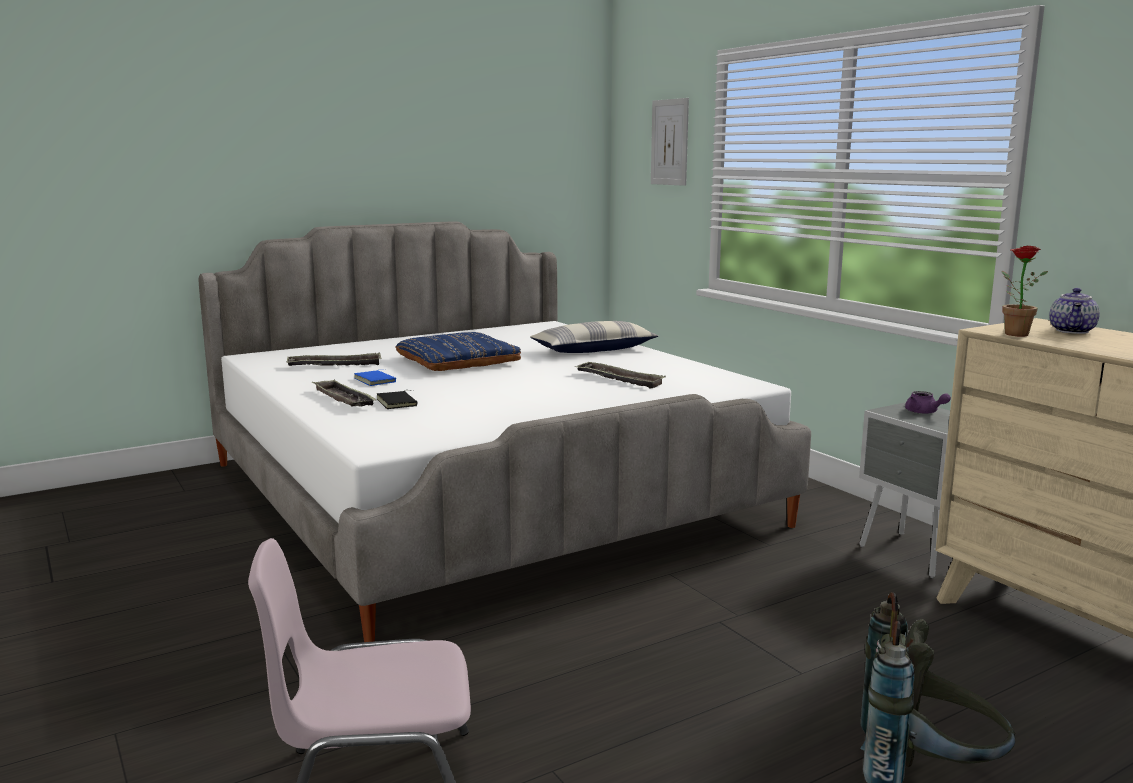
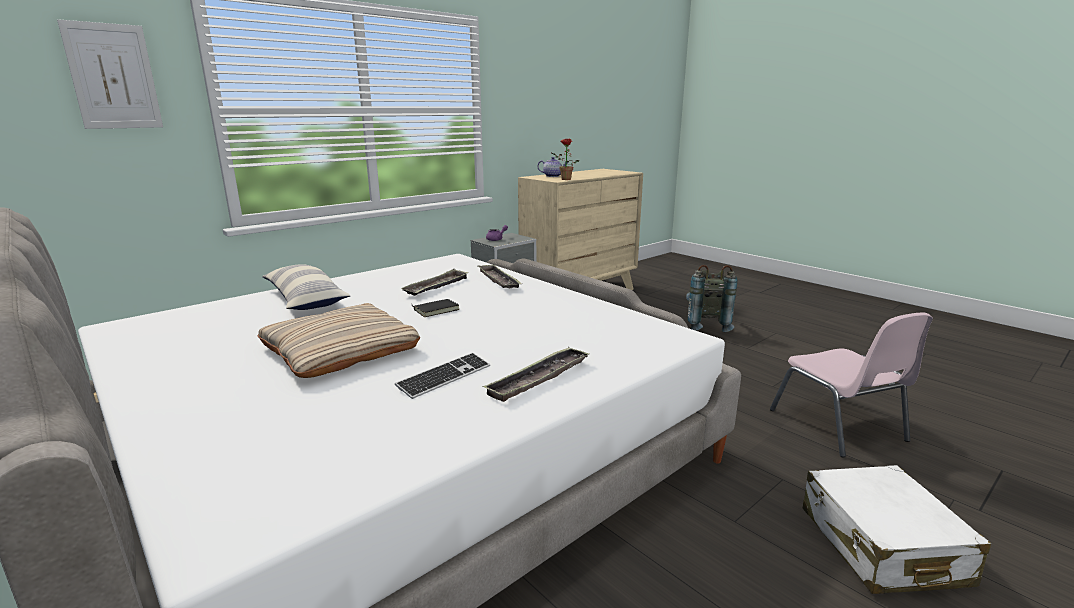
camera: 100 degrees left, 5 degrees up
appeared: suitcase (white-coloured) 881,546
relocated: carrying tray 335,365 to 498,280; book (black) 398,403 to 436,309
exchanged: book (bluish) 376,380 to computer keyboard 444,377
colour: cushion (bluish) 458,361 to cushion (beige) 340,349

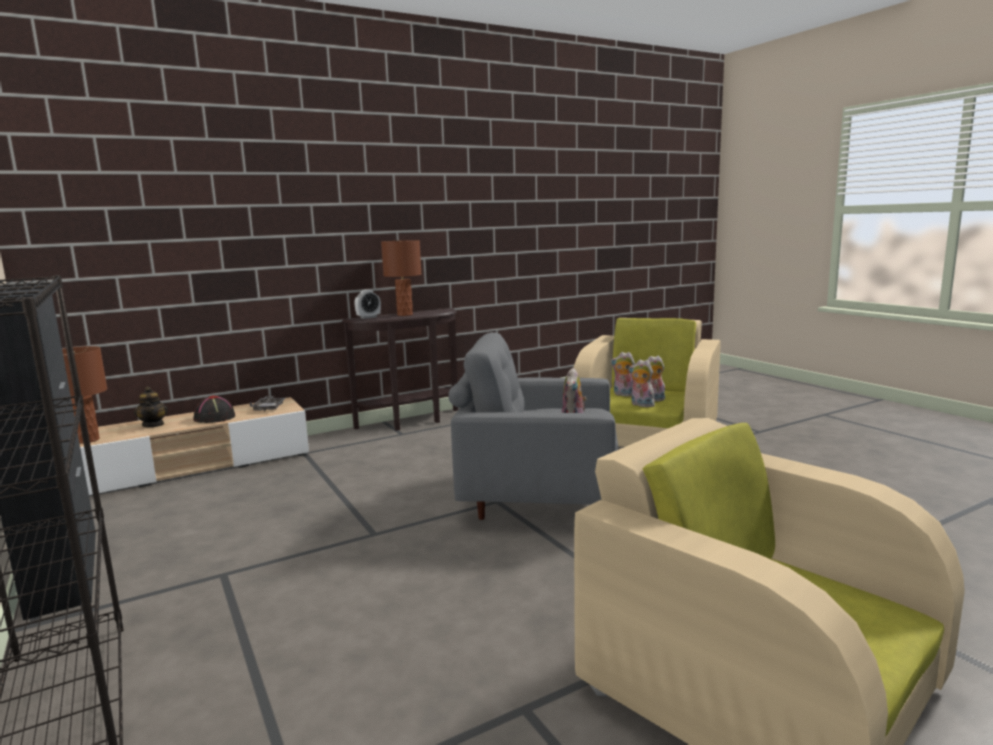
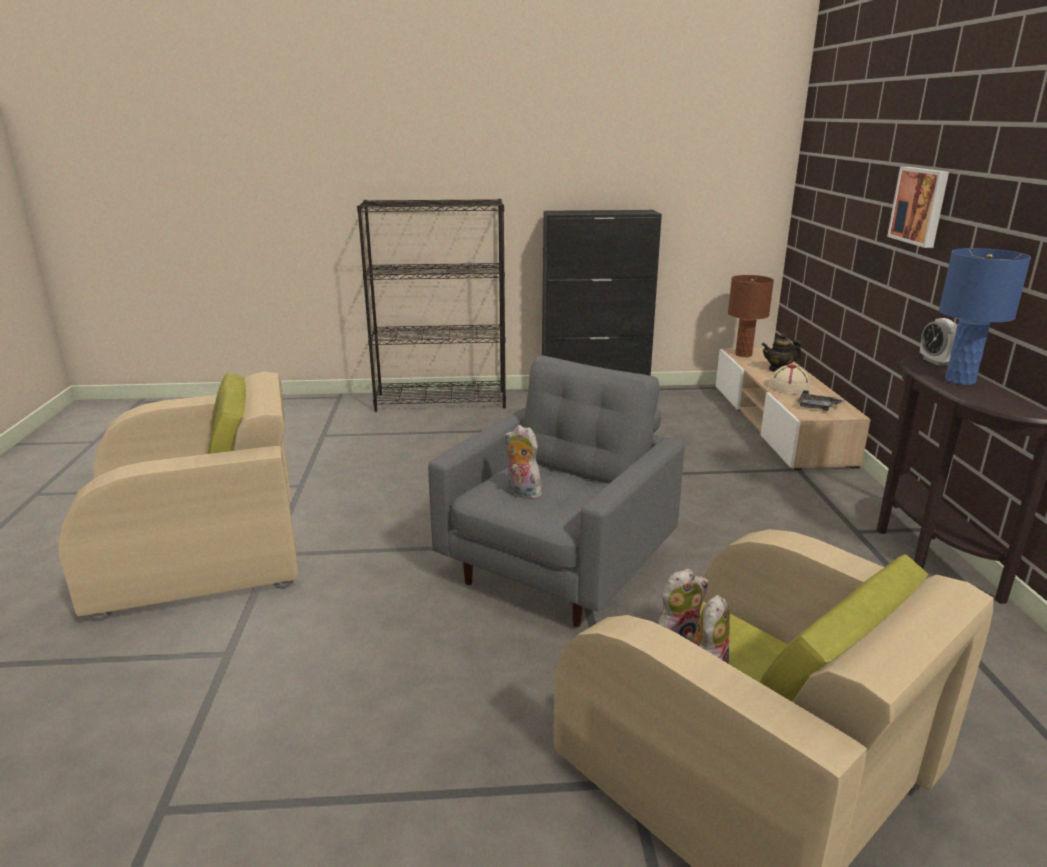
camera: 115 degrees right, 10 degrees up
missing: plush toy 623,395
appeared: picture 920,206
colour: clothing hat (black) 214,418 to clothing hat (beige) 789,387; table lamp (brown) 405,314 to table lamp (bluish) 960,381

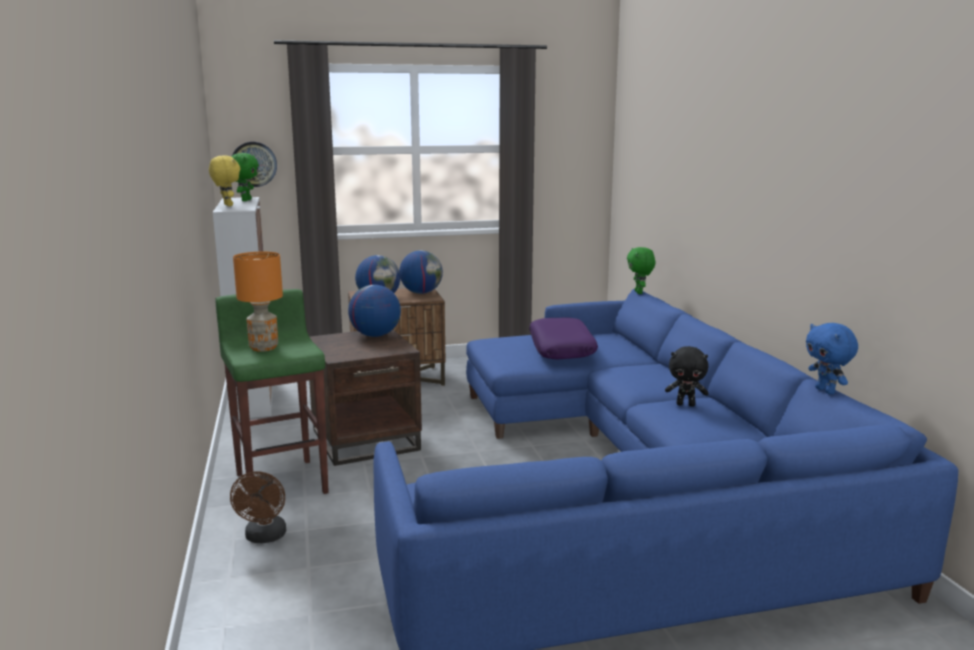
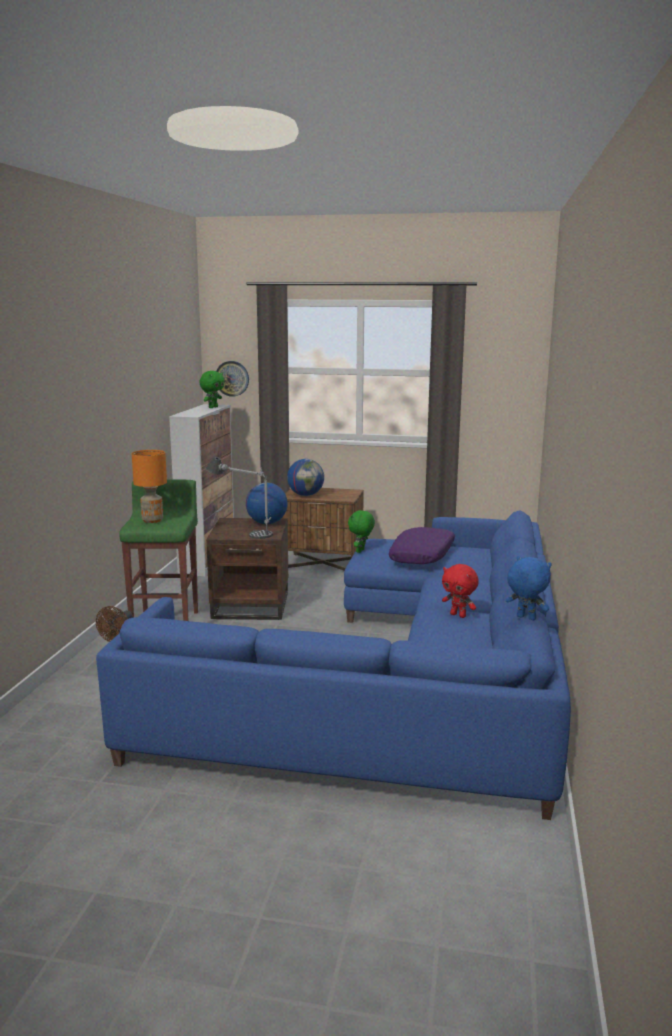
camera: 25 degrees right, 0 degrees up
missing: plush toy (yellow) 227,205; world globe 421,293
appeared: table lamp 242,531
relocated: plush toy (green-coloured) 639,292 to 361,551
colour: plush toy (black) 686,404 to plush toy (reddish) 458,615
spun: plush toy (bluish) 826,391 = 525,618 120 degrees clockwise

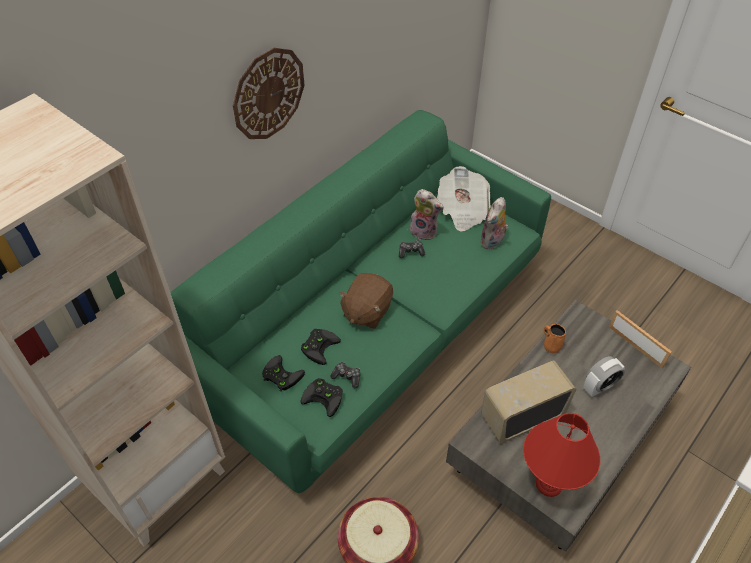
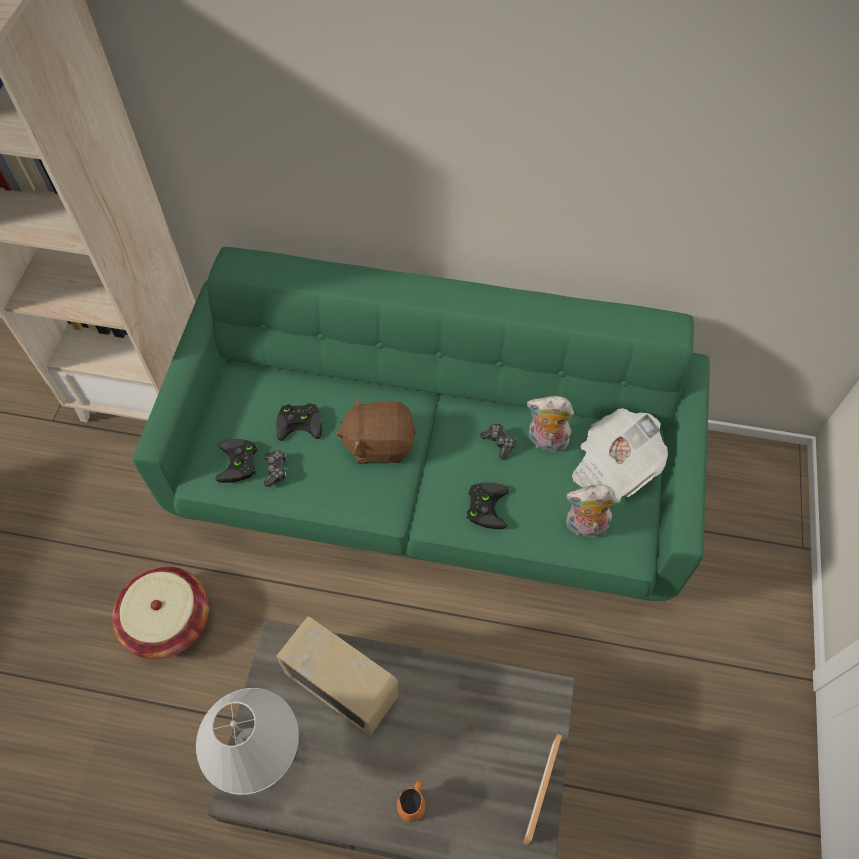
camera: 60 degrees right, 10 degrees up
missing: clock on the wall 268,94; alarm clock 599,387
relocated: joypad (black) 280,375 to 485,505; coffee mug (orange) 551,346 to 412,805
colour: table lamp (reddish) 548,483 to table lamp (white-coloured) 263,756
spun: plush toy 425,231 = 546,442 105 degrees clockwise

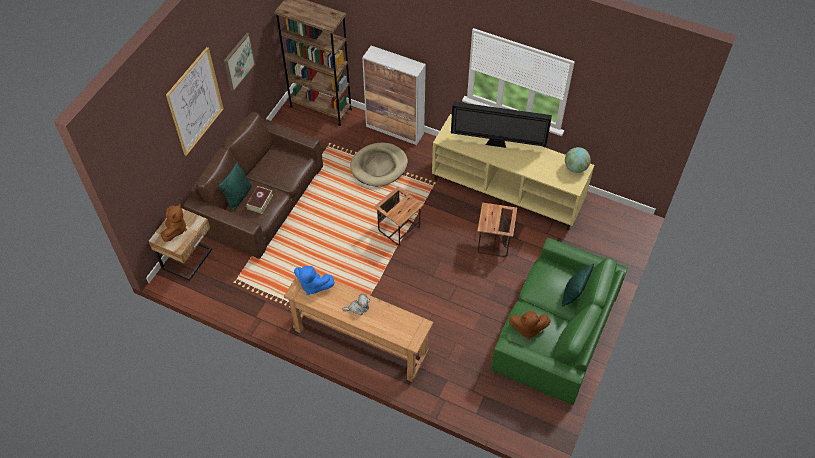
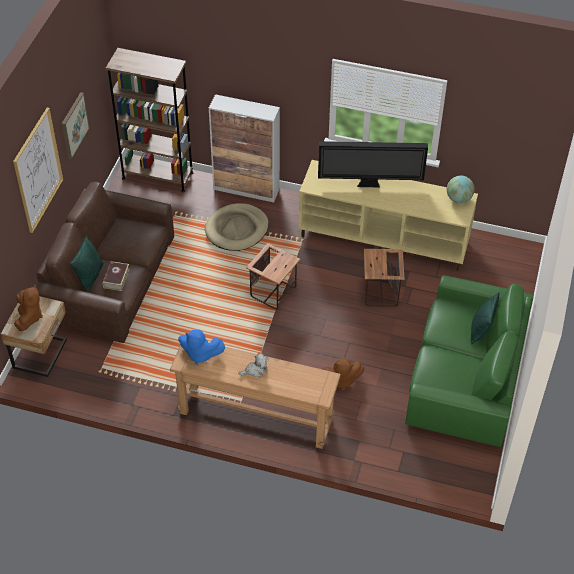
camera: 10 degrees left, 5 degrees down
relocated: plush toy (brown) 527,328 to 341,380

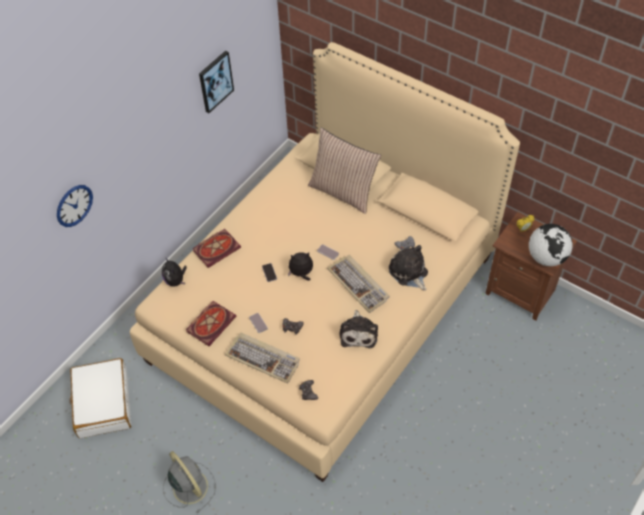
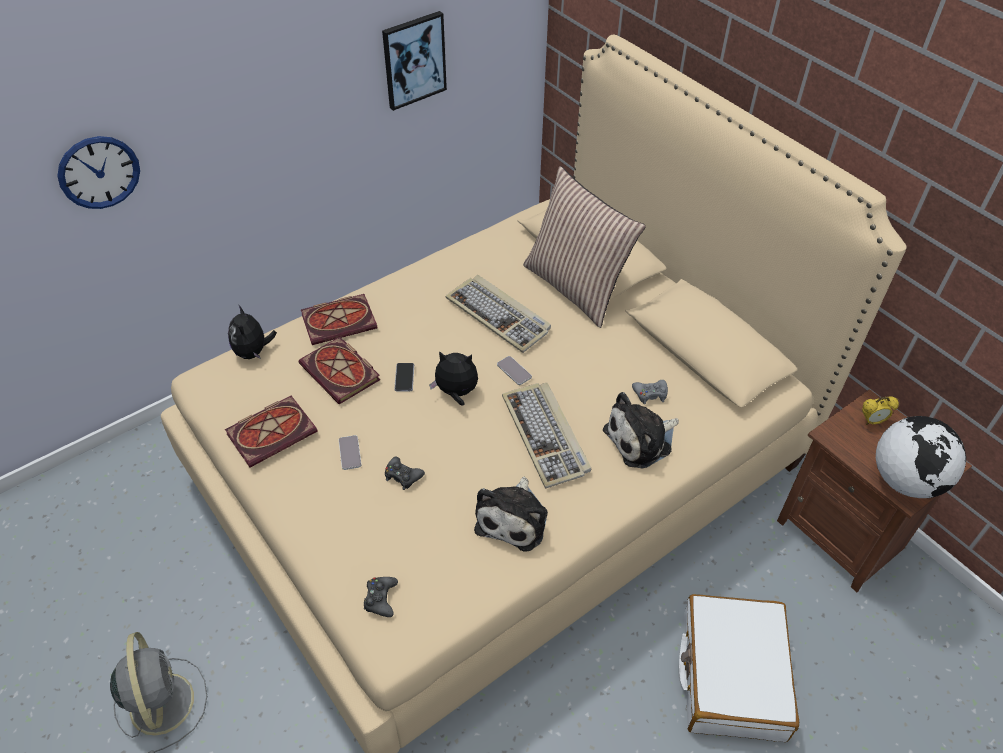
camera: 15 degrees right, 5 degrees down
appeared: book 342,373
relocated: suitcase (white-coloured) 102,403 to 731,675; computer keyboard 264,358 to 499,315
spun: plush toy 409,273 = 641,440 105 degrees counterclockwise

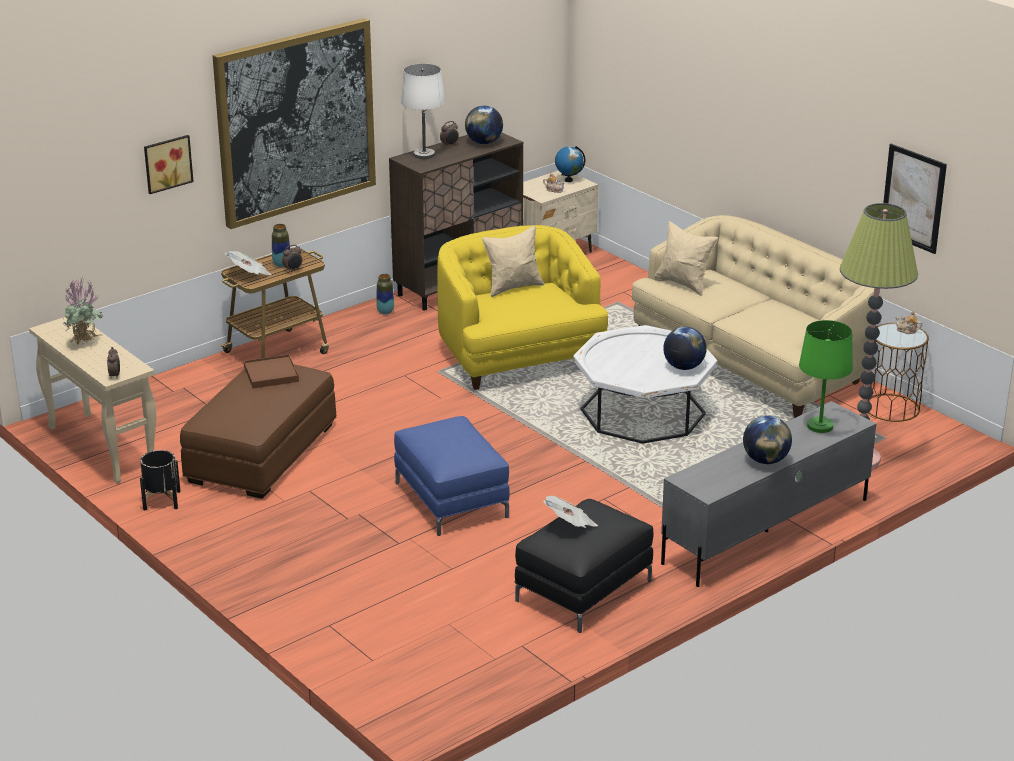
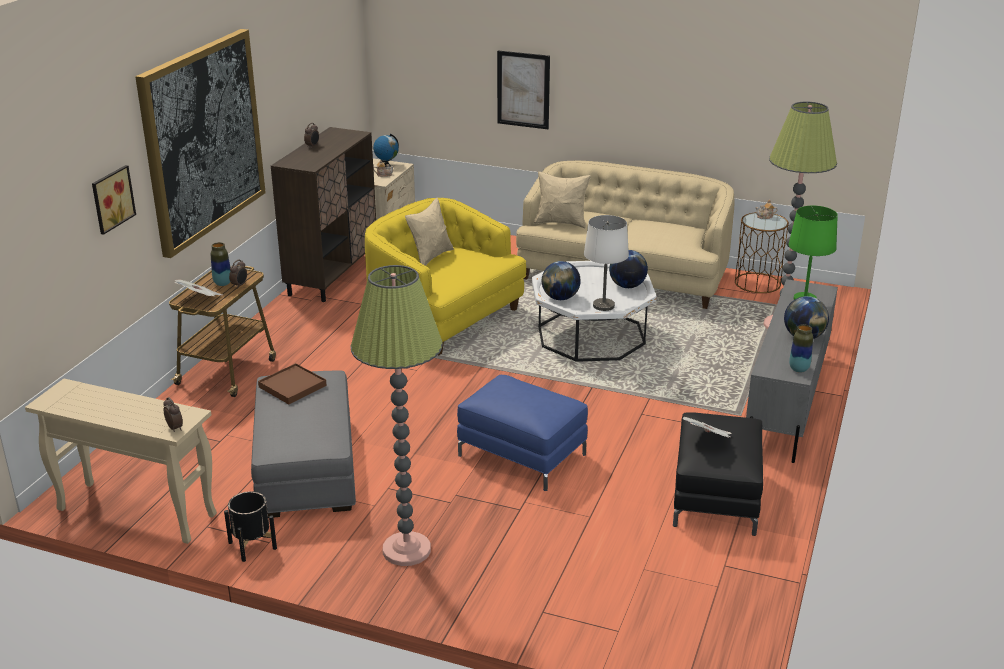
camera: 30 degrees left, 0 degrees up
missing: potted plant 86,343
appeared: floor lamp 406,550
relocated: decorative vase 385,312 to 799,369; table lamp (white-coloured) 424,155 to 604,306; world globe 484,142 to 560,298; picture 913,198 to 523,90
colour: footrest (brown) 262,452 to footrest (gray) 306,466

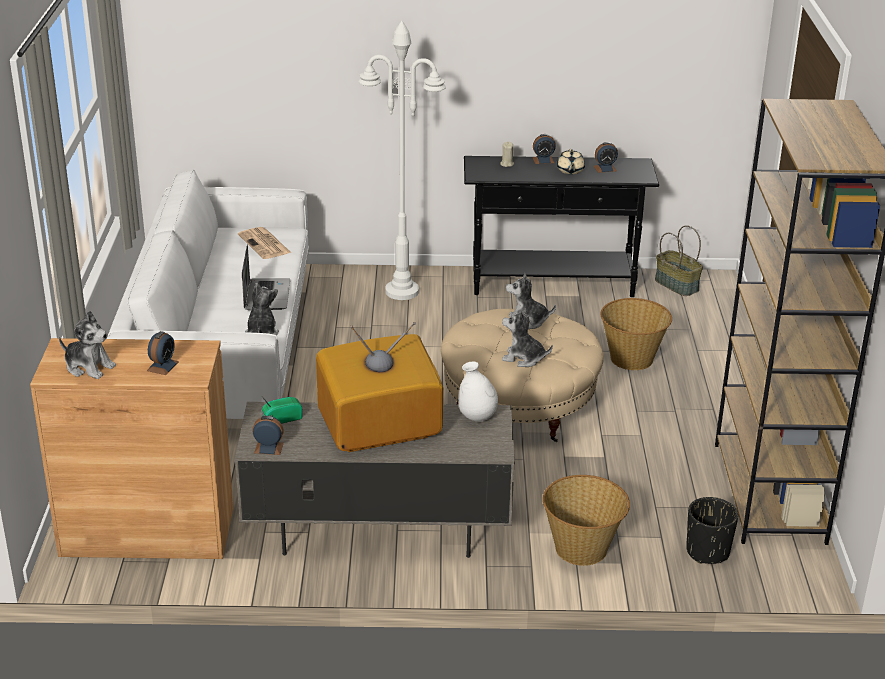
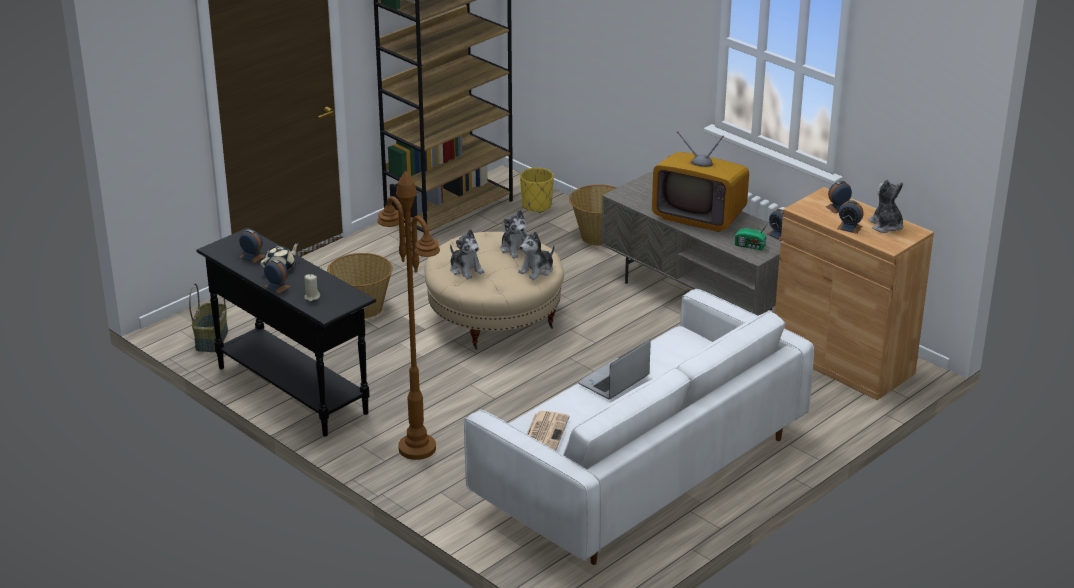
camera: 135 degrees left, 0 degrees up
missing: decorative vase (white-coloured) 477,417
appeared: alarm clock 849,227
relocated: plush toy 261,332 to 537,270
colour: floor lamp (white-coloured) 402,291 to floor lamp (brown) 416,448; flower pot (black) 707,552 to flower pot (yellow) 537,206

